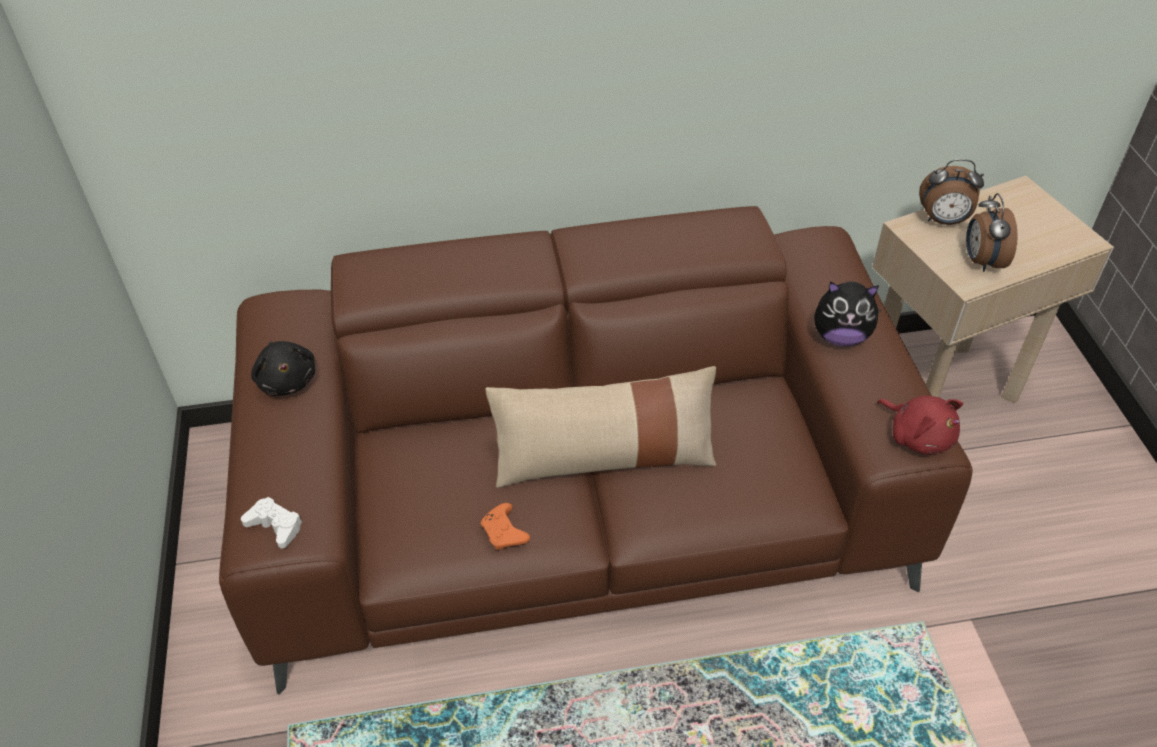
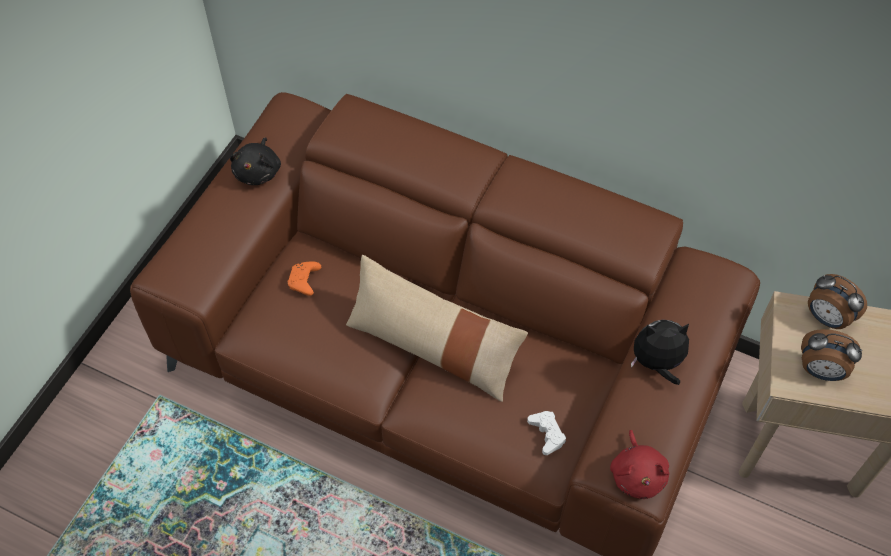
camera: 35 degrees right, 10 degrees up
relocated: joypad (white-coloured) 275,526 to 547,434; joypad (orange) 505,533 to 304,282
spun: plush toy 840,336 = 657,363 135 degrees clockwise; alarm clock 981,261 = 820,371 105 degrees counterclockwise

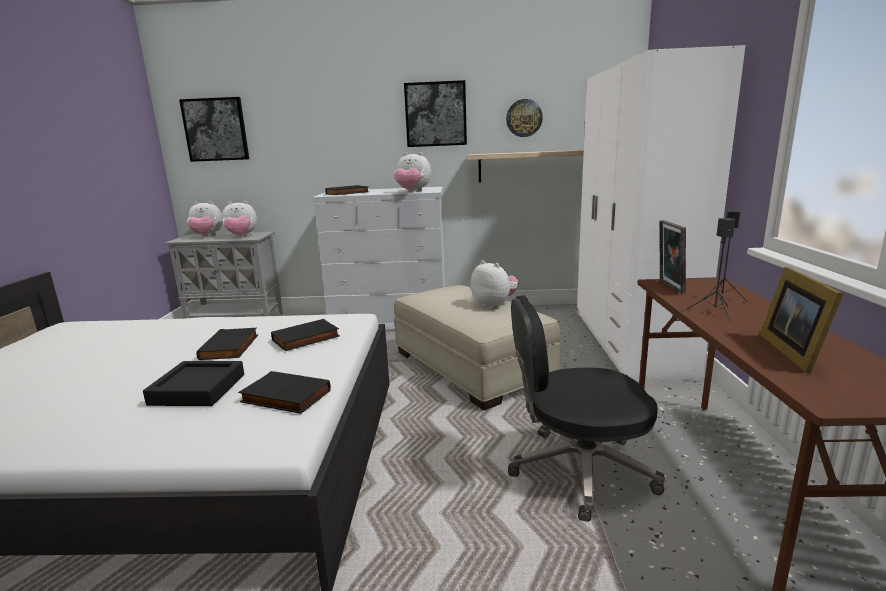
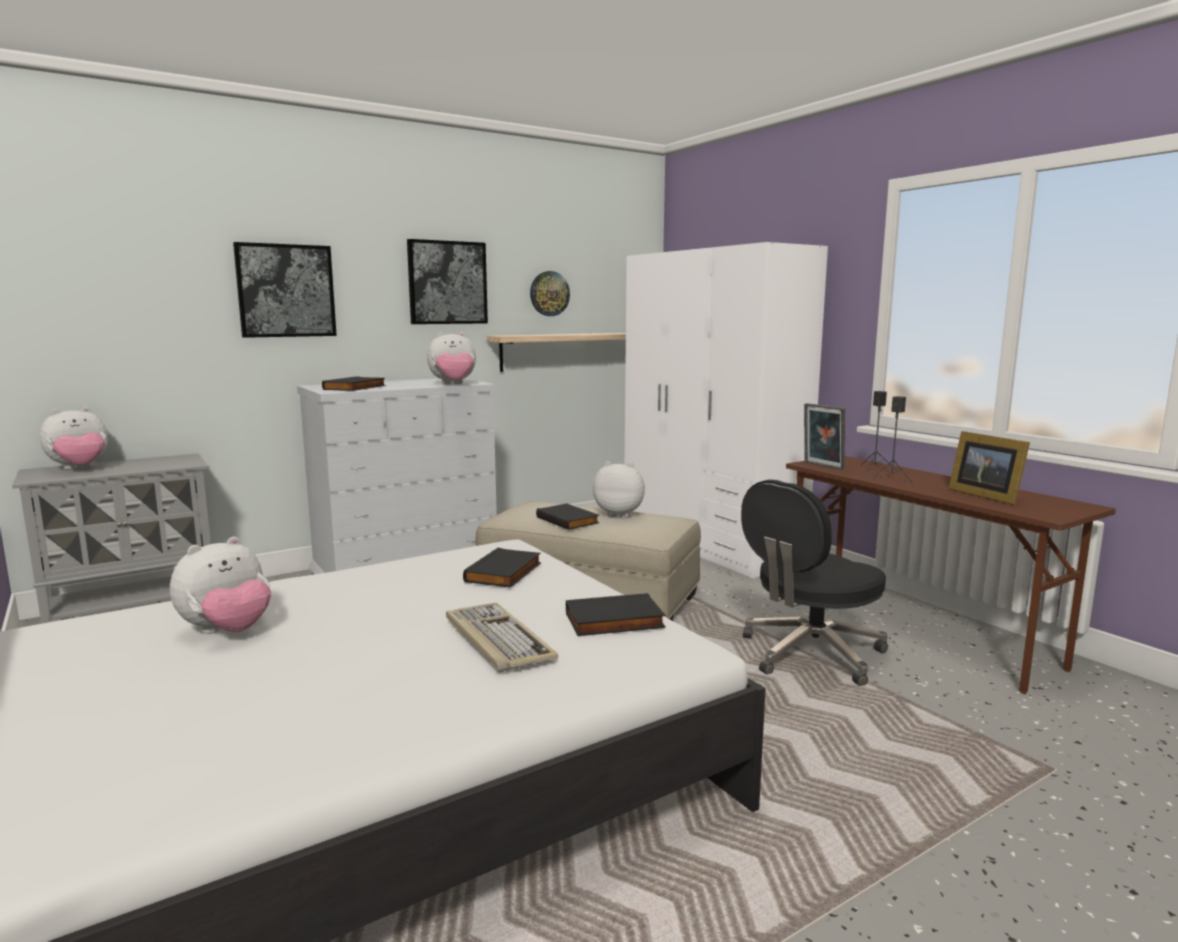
camera: 35 degrees left, 5 degrees down
relocated: picture 215,129 to 286,291; book (black) 231,347 to 569,520; plush toy 241,236 to 227,631
exchanged: carrying tray (black) 198,389 to computer keyboard 496,640

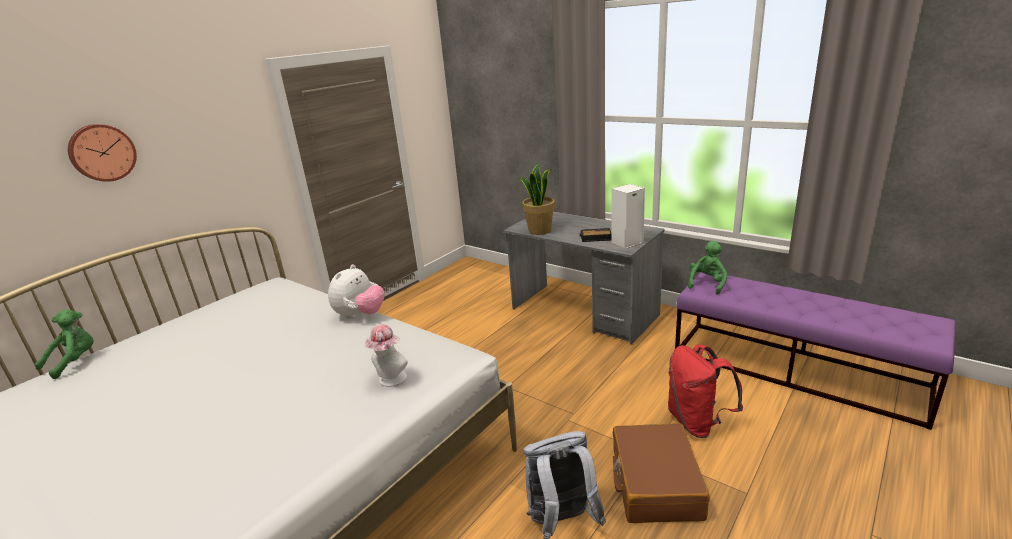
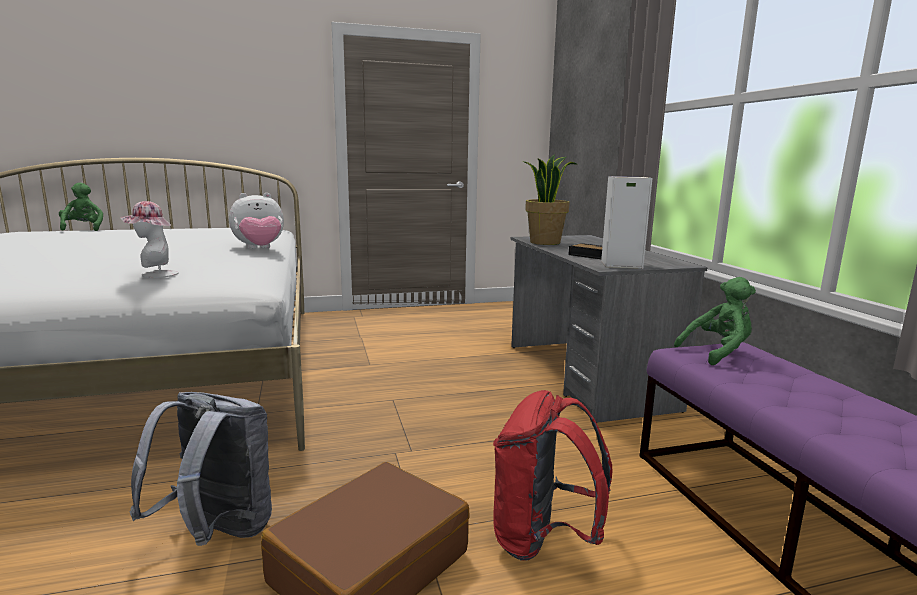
camera: 35 degrees right, 10 degrees down
missing: clock on the wall 102,152
spun: plush toy (green-coloured) 74,361 = 83,229 90 degrees counterclockwise

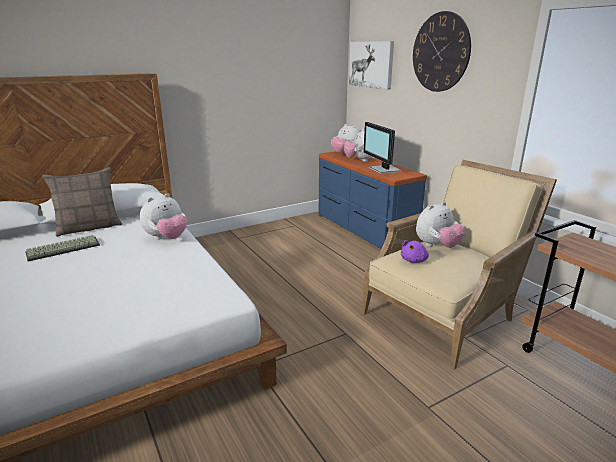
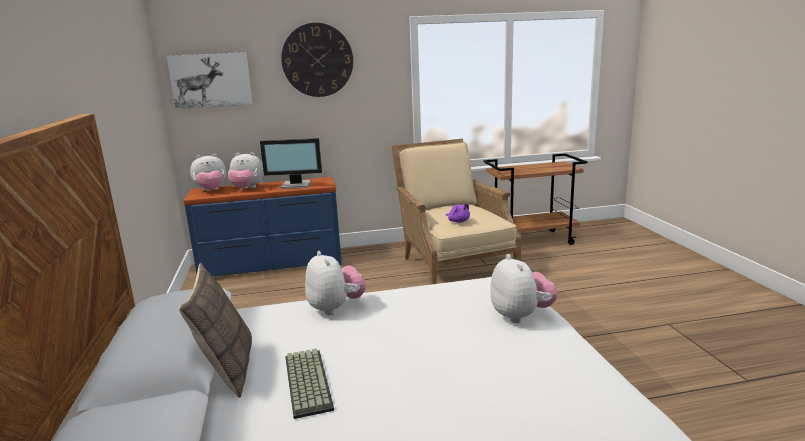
camera: 70 degrees left, 5 degrees down
relocated: plush toy 437,246 to 521,316

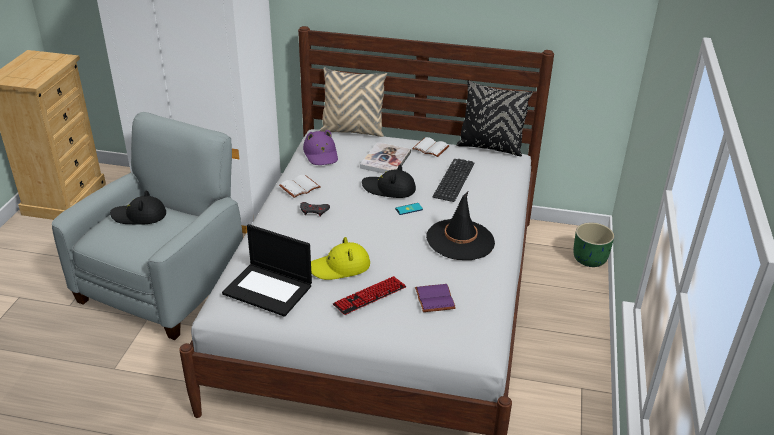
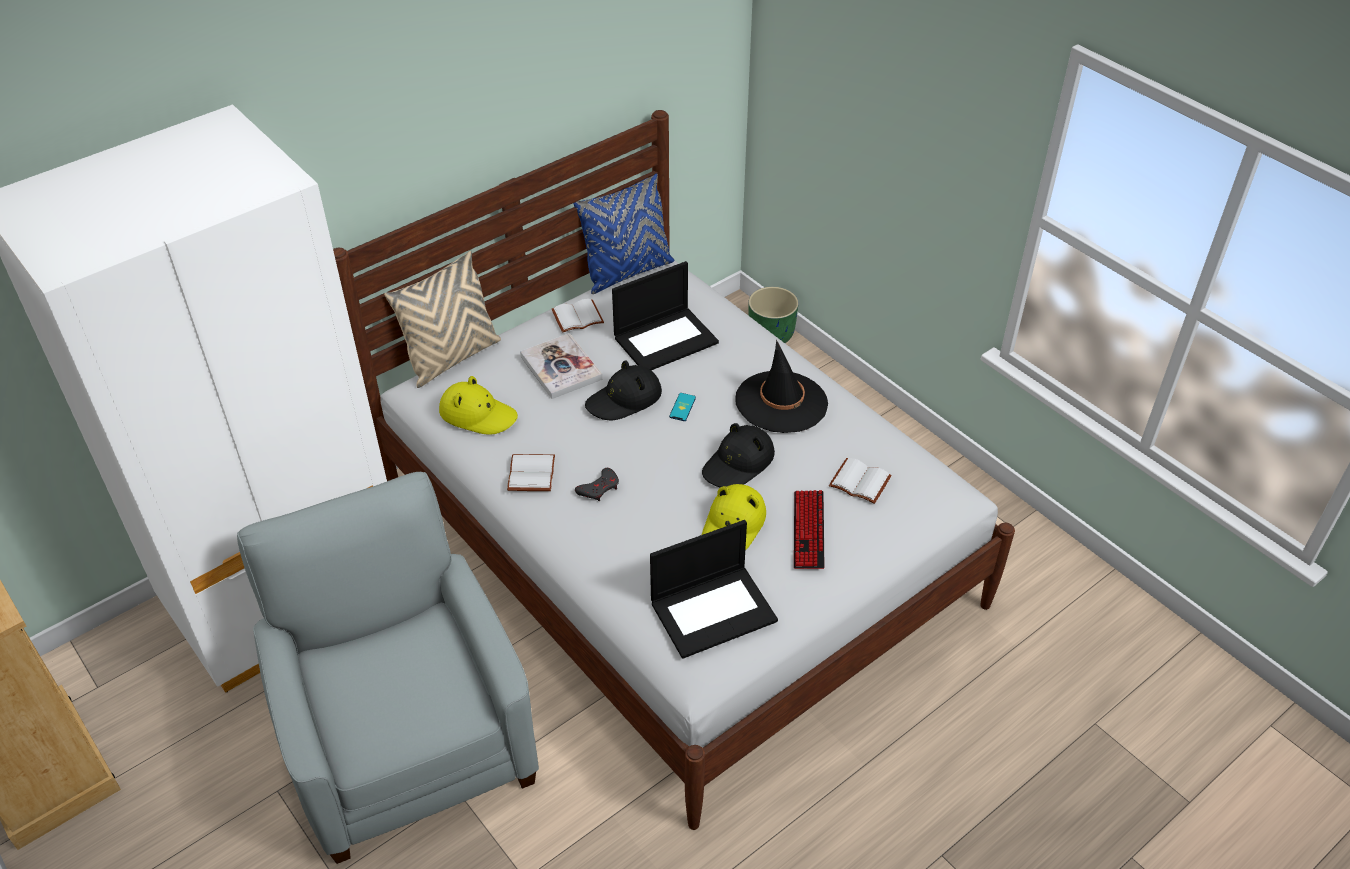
camera: 50 degrees left, 10 degrees up
relocated: clothing hat (black) 139,216 to 738,463
exchanged: computer keyboard 454,180 to portable computer 666,339
colour: clothing hat (purplish) 321,154 to clothing hat (yellow) 478,414; book (purplish) 433,298 to book (white-coloured) 858,482; cushion (black) 490,147 to cushion (bluish) 627,272

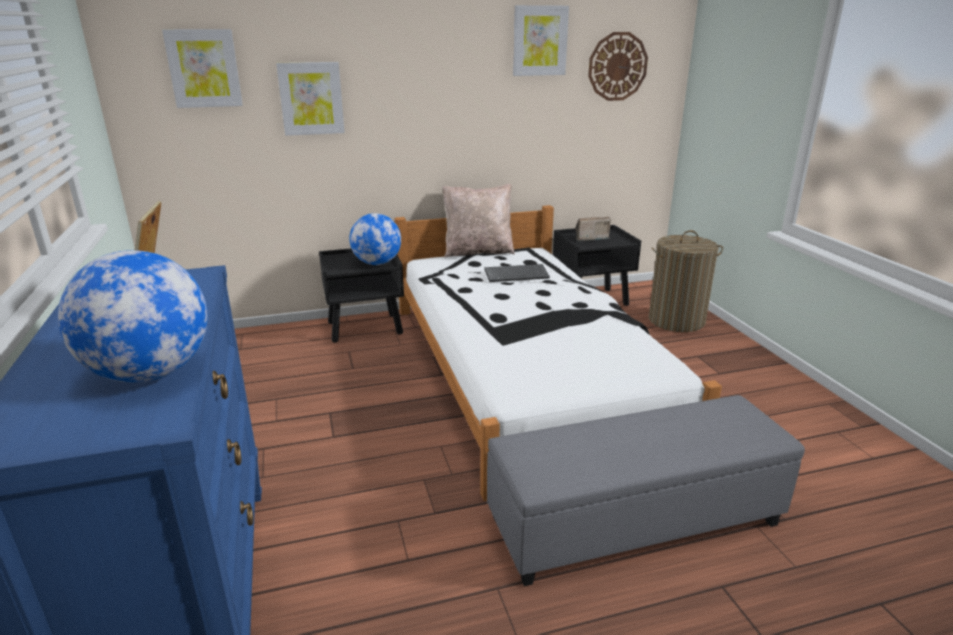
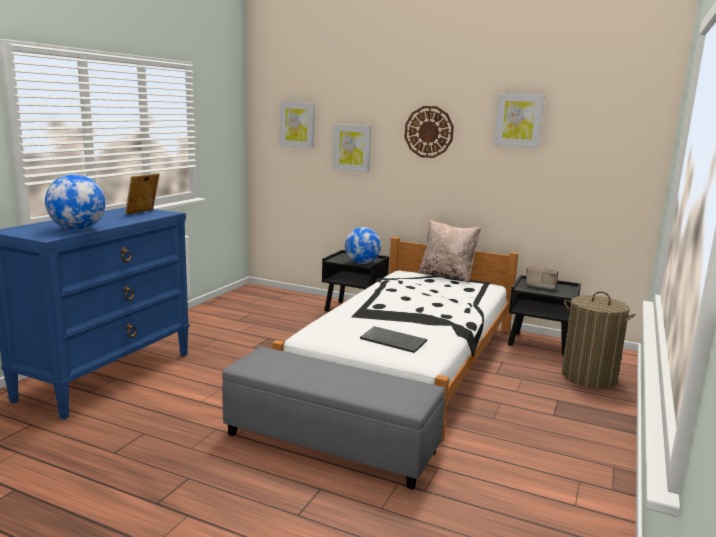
camera: 40 degrees right, 10 degrees down
relocated: computer keyboard 517,274 to 394,341; clock on the wall 617,66 to 429,132

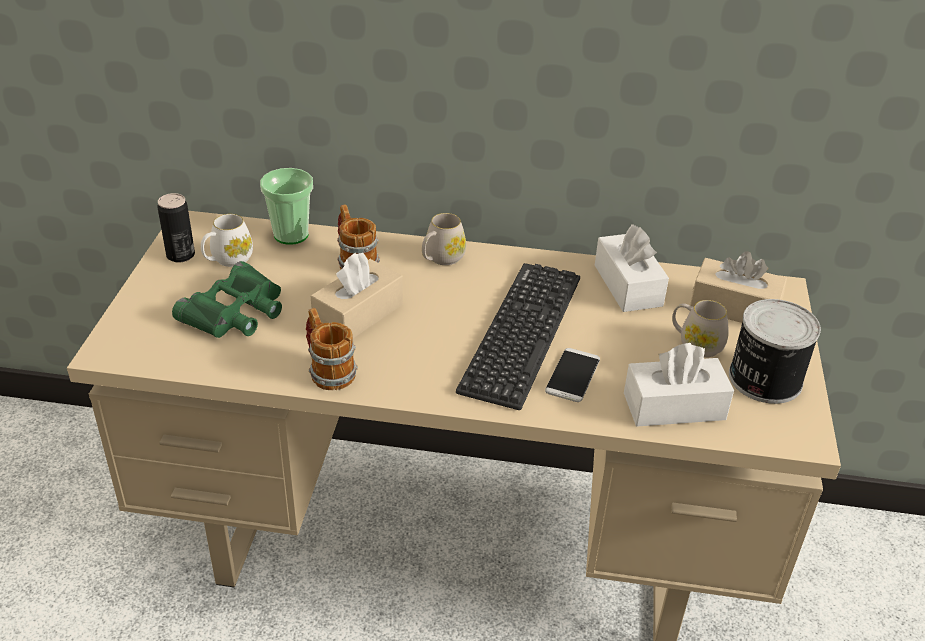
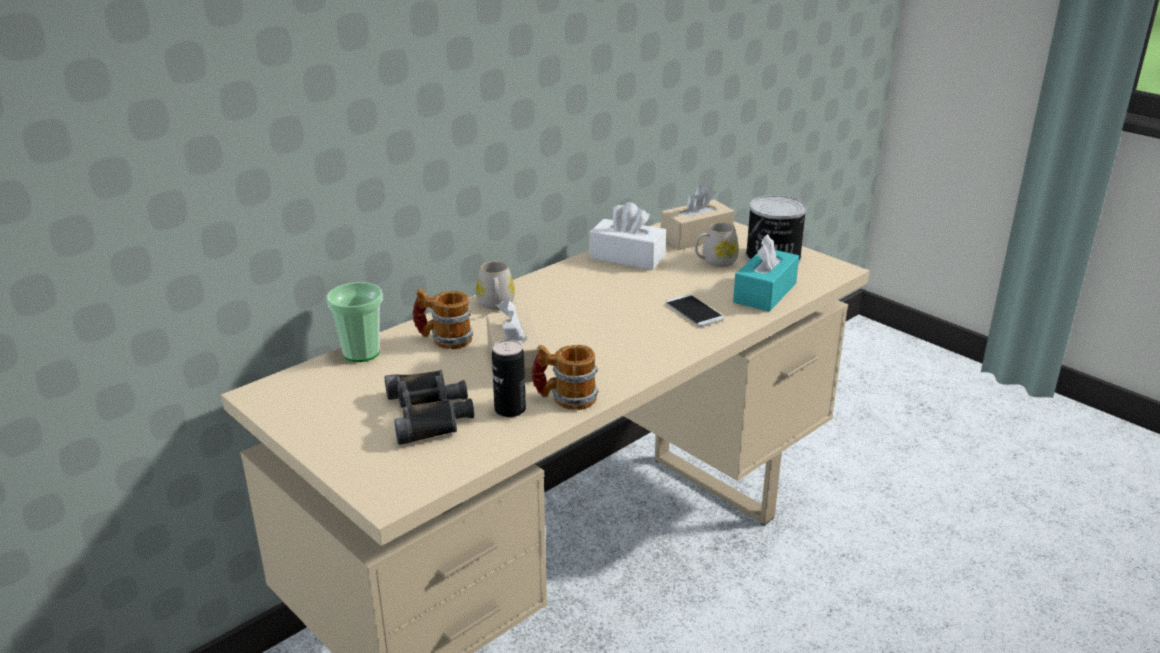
camera: 50 degrees left, 10 degrees down
missing: coffee mug (white-coloured) 228,260; computer keyboard 522,333
relocated: metal can 180,255 to 510,410
colour: binoculars (green-coloured) 236,312 to binoculars (black) 429,414; tissue box (white-coloured) 674,406 to tissue box (turquoise) 765,293

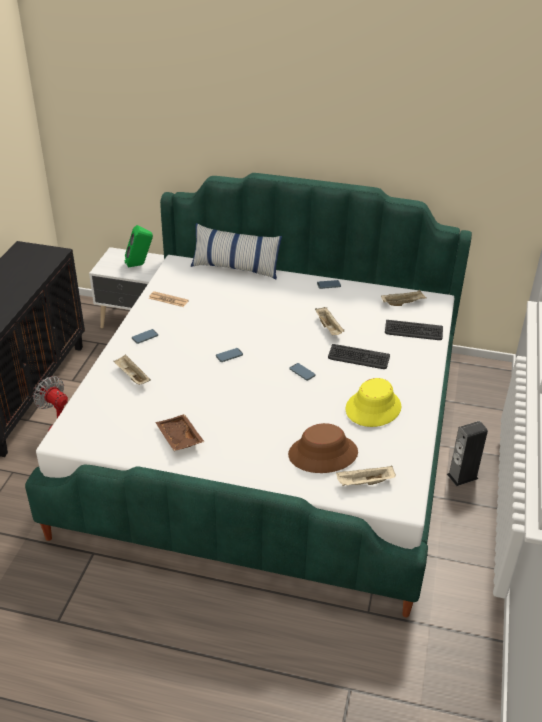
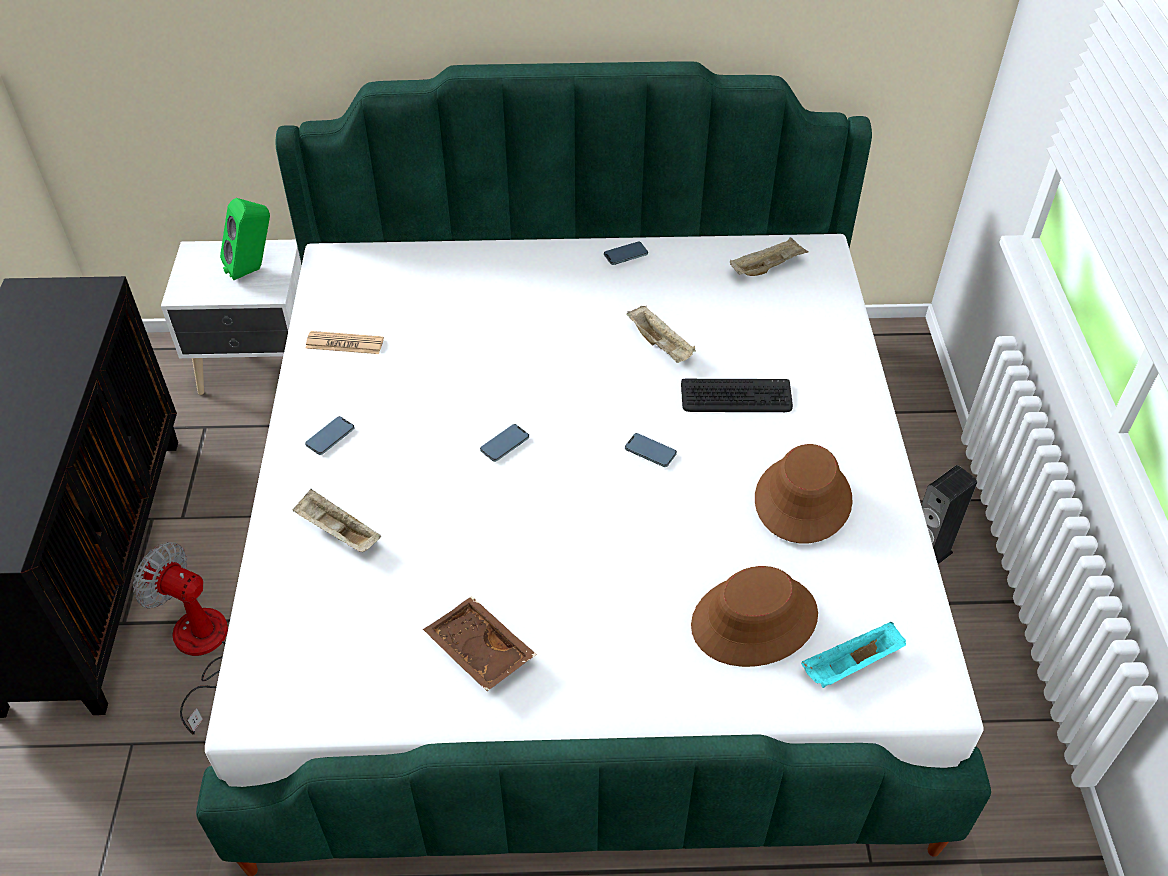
camera: 15 degrees left, 10 degrees up
missing: cushion 235,268; computer keyboard 413,331
colour: carrying tray (beige) 364,483 to carrying tray (turquoise) 850,665; clothing hat (yellow) 373,408 to clothing hat (brown) 802,499

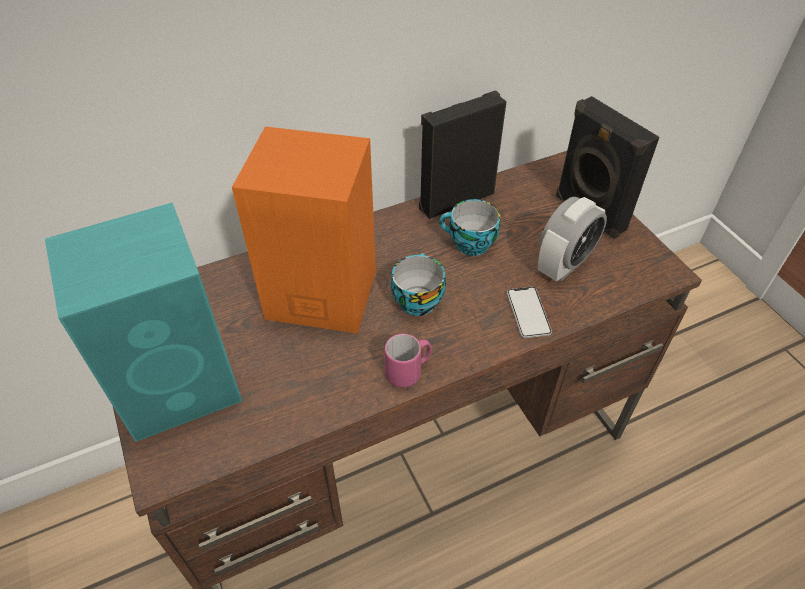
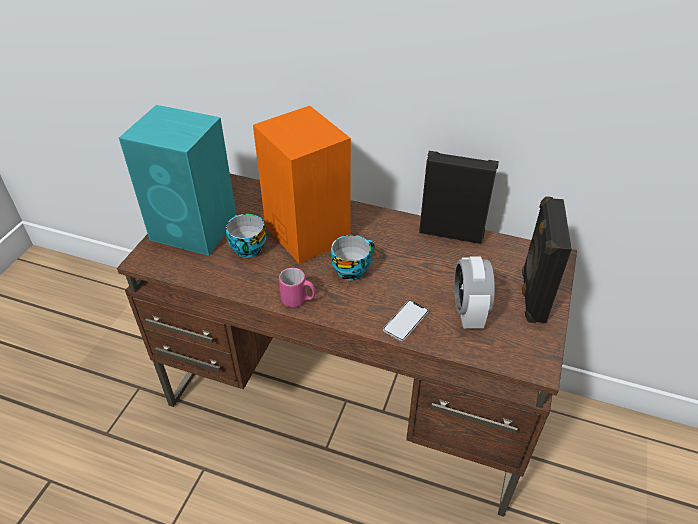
camera: 45 degrees right, 5 degrees down
relocated: cup 469,244 to 246,248
spun: alarm clock 564,265 = 468,312 90 degrees clockwise

